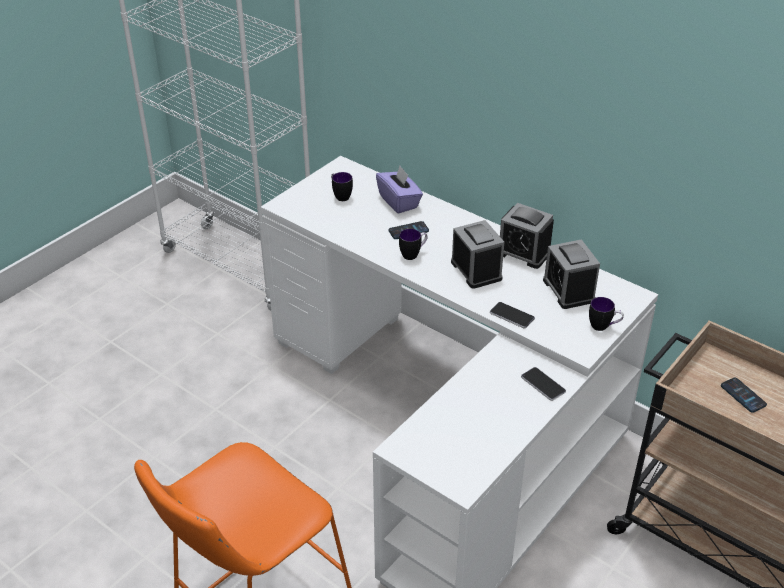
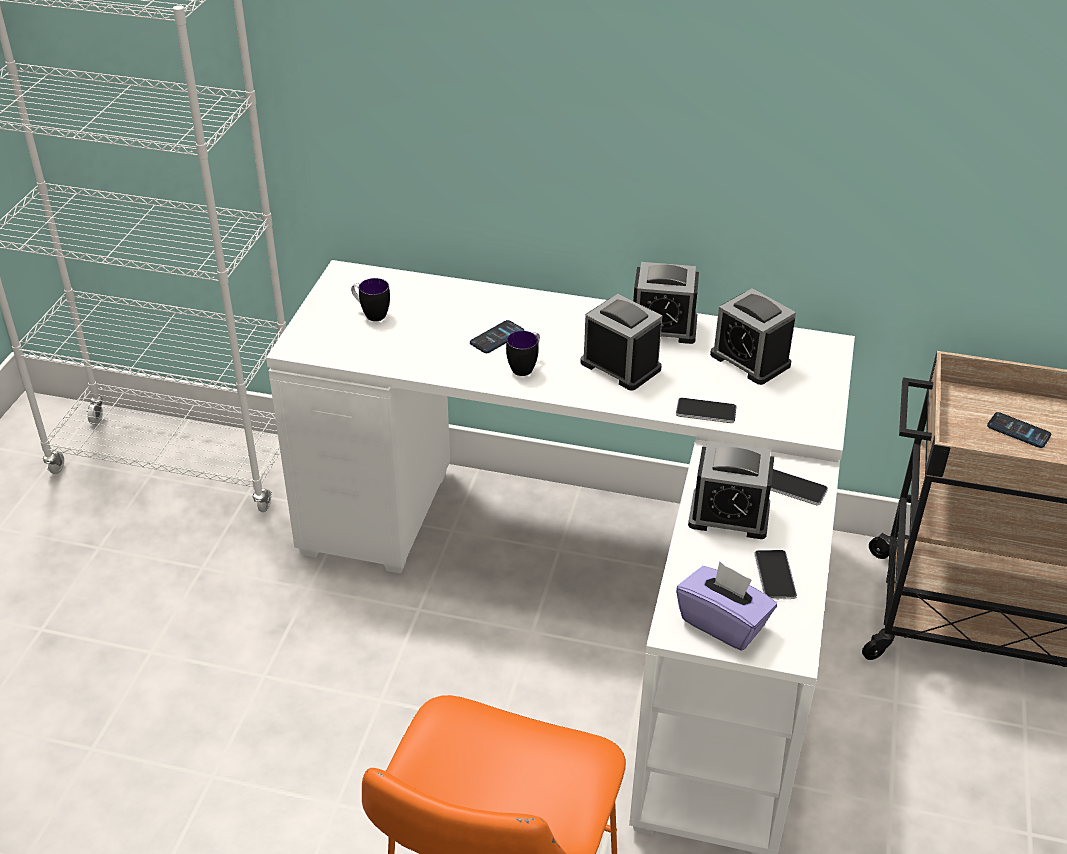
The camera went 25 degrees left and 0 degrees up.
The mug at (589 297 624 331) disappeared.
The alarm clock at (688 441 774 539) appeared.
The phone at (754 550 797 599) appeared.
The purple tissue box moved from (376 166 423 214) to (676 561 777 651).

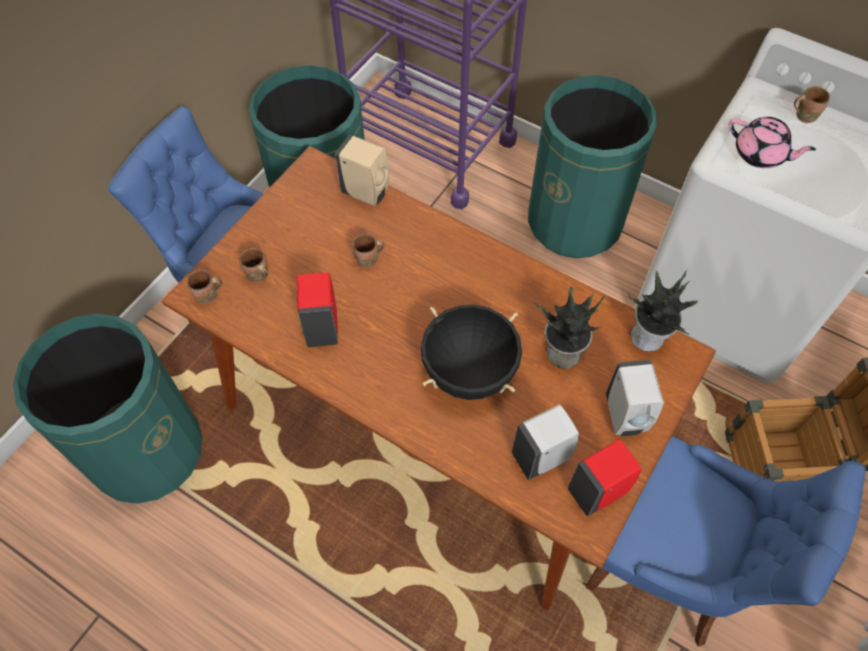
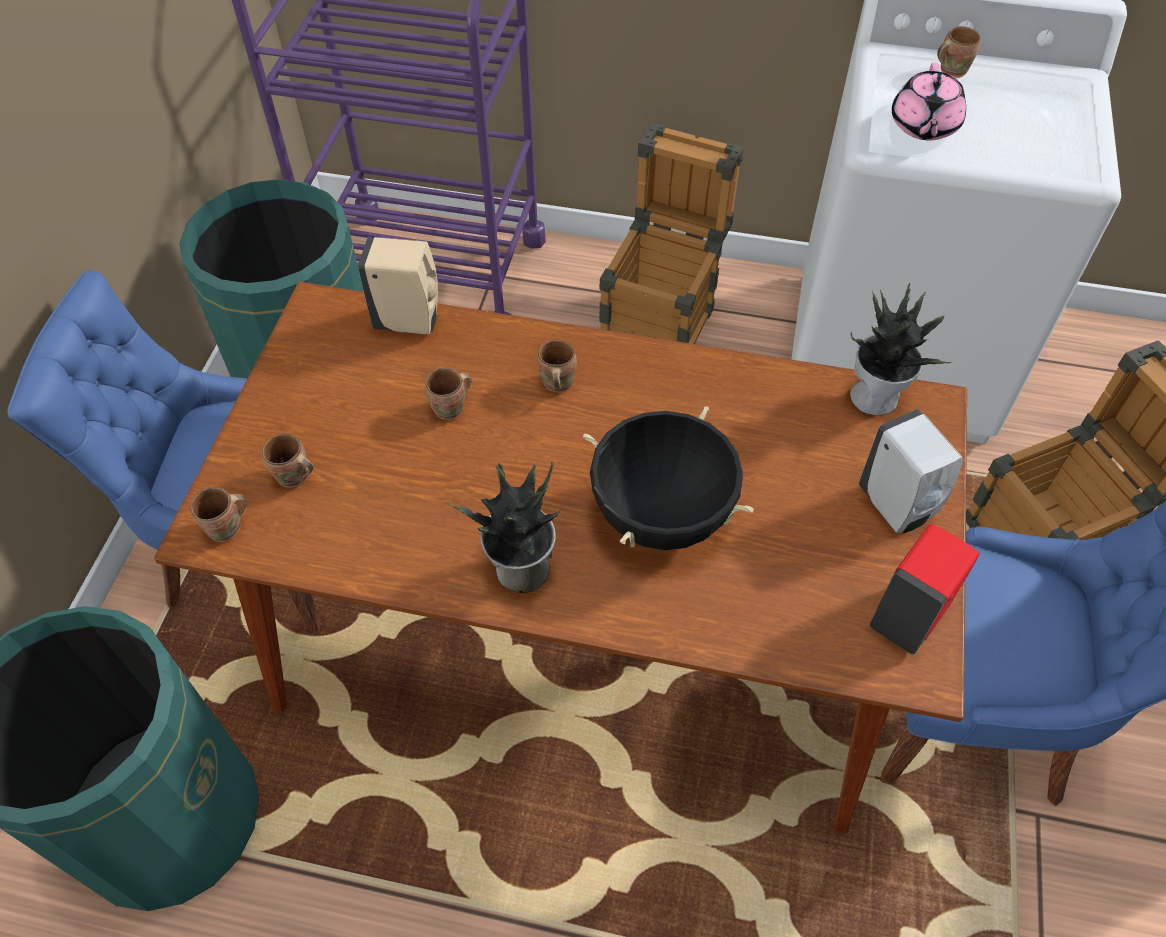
The camera went 20 degrees left and 5 degrees down.
The red soap dispenser at (297 273 338 347) disappeared.
The white soap dispenser at (512 404 579 480) disappeared.
The brown mug at (537 340 577 392) appeared.
The potted plant moved from (533 286 605 369) to (446 461 562 593).
The green trash can at (528 75 657 258) was replaced by the crate at (599 122 744 344).
The pink teapot at (728 116 816 168) turned 90 degrees clockwise.

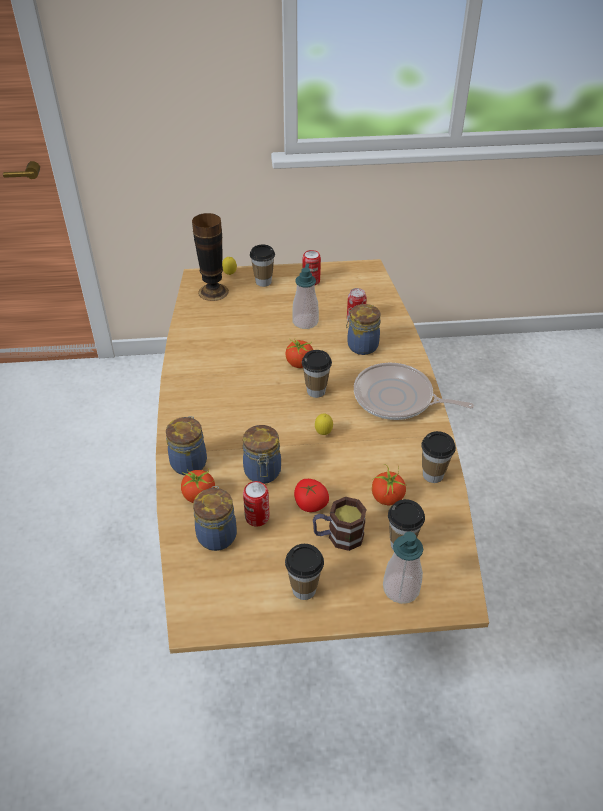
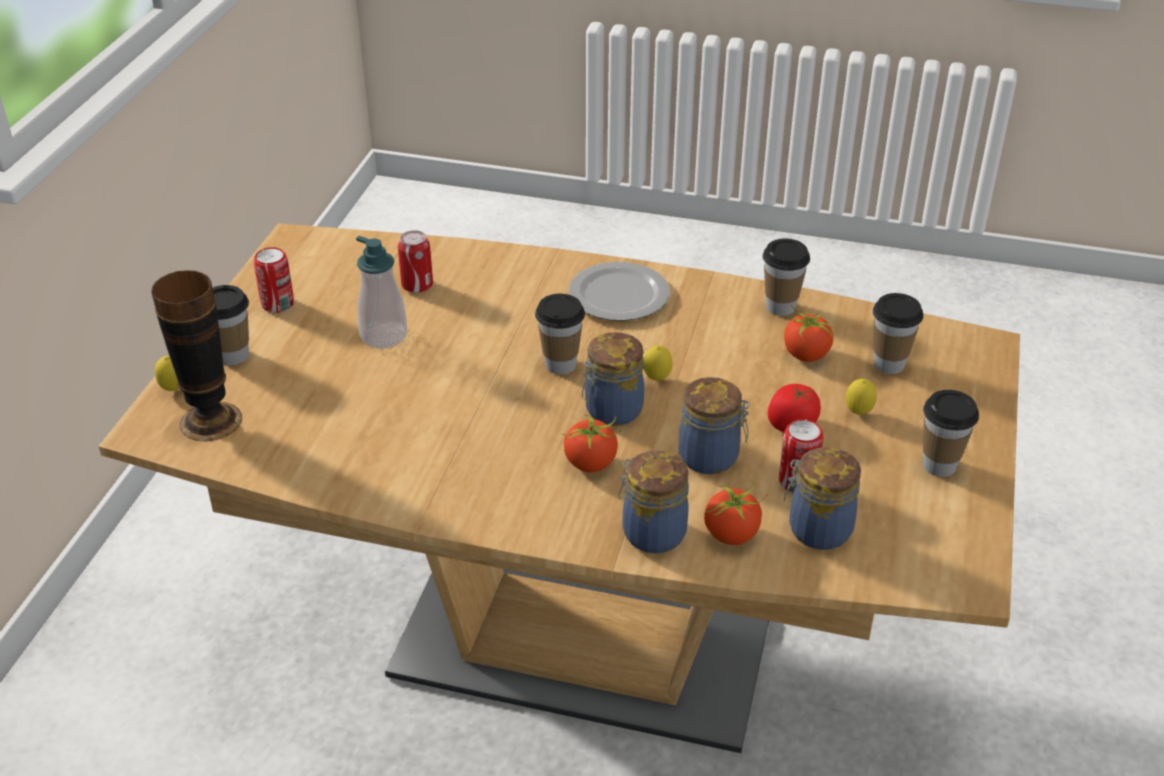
The camera went 70 degrees left and 5 degrees down.
The soap dispenser at (383 532 423 604) disappeared.
The tomato moved from (285 339 313 368) to (562 415 621 473).
The jar moved from (346 304 381 355) to (582 332 644 426).
The mug at (313 497 367 551) was replaced by the lemon at (846 379 877 415).
The frying pan at (354 363 474 420) was replaced by the plate at (569 262 670 321).

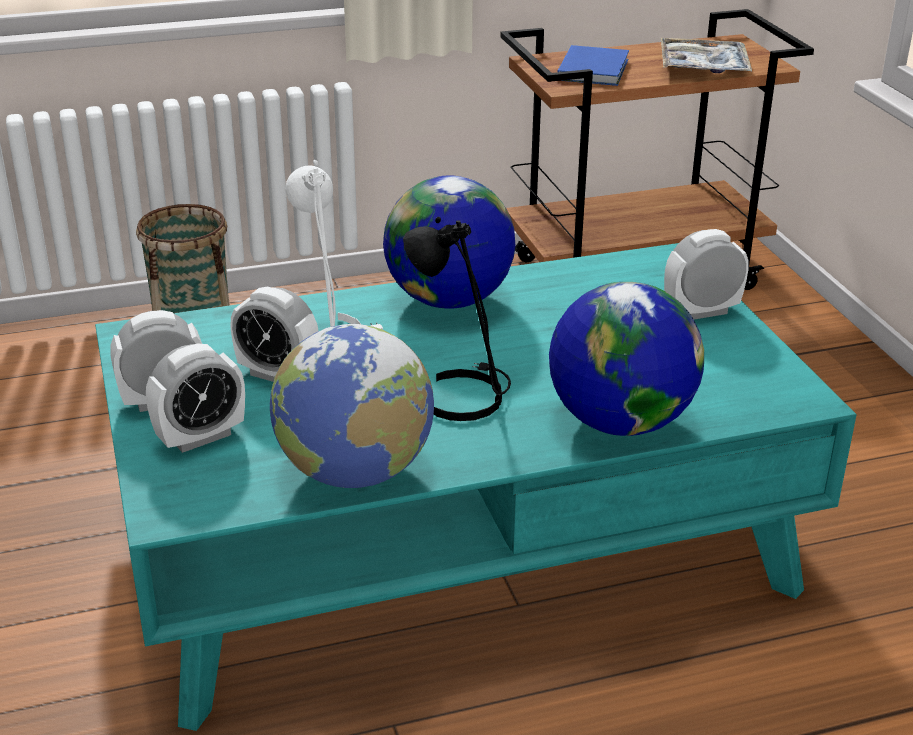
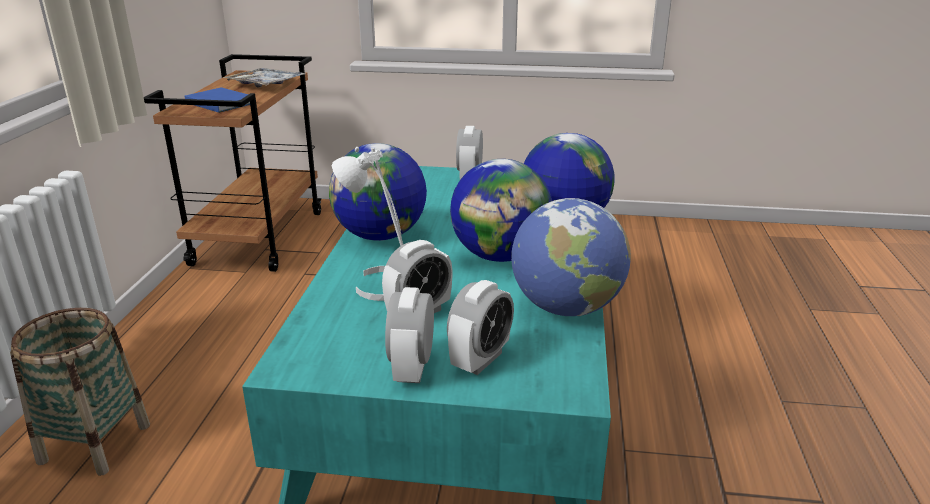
The camera went 65 degrees left and 5 degrees down.
The black table lamp at (403 217 511 421) was replaced by the globe at (450 159 552 262).
The alarm clock at (146 344 245 453) turned 45 degrees clockwise.

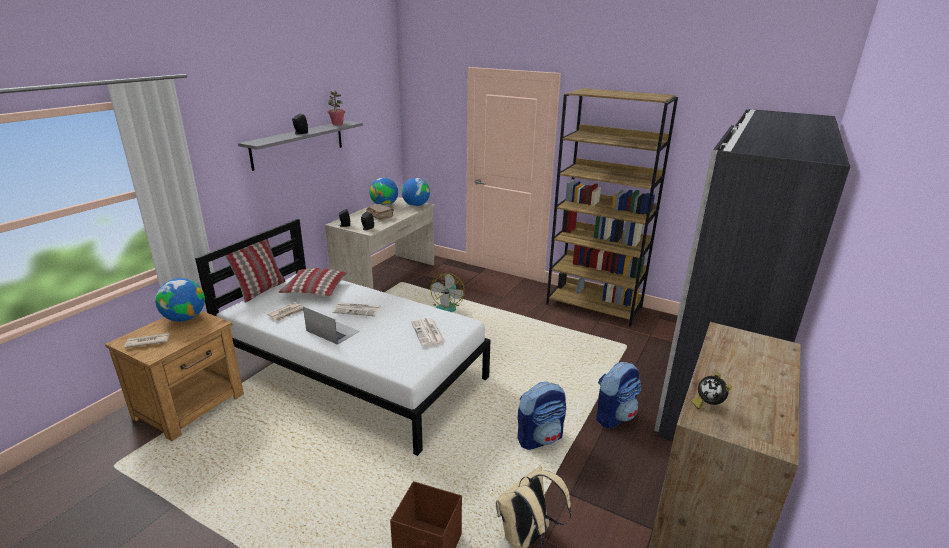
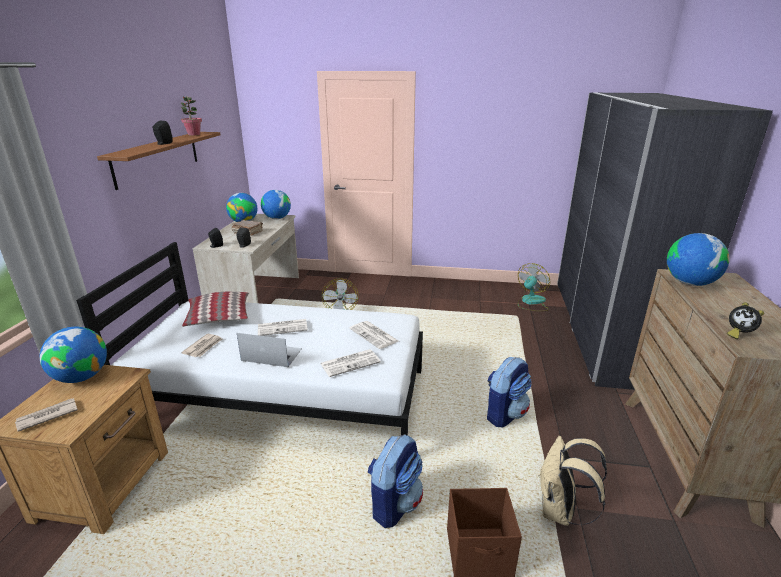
The camera went 20 degrees left and 0 degrees up.
The pillow at (225 239 286 303) disappeared.
The brown bookcase at (546 88 678 327) disappeared.
The newspaper at (320 349 381 377) appeared.
The fan at (518 263 550 311) appeared.
The globe at (667 233 730 286) appeared.
The backpack moved from (596 362 641 429) to (367 434 423 528).
The grey shelf at (238 121 363 171) became the brown shelf at (97 132 221 190).

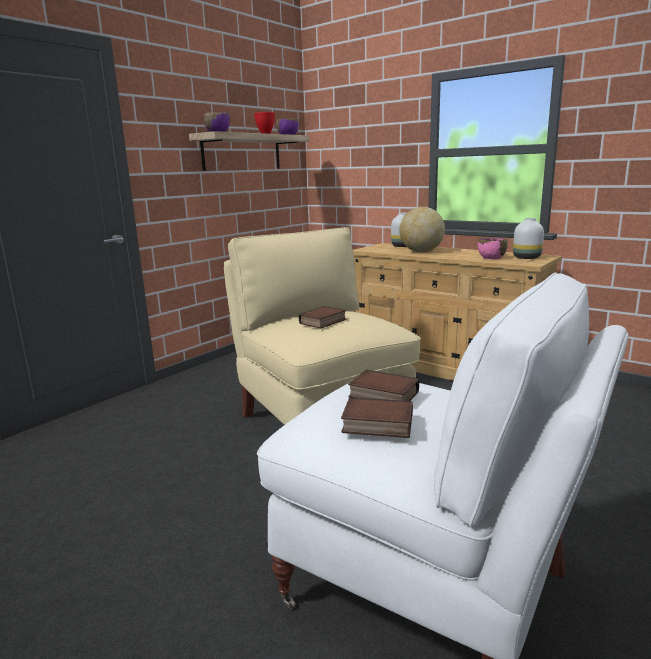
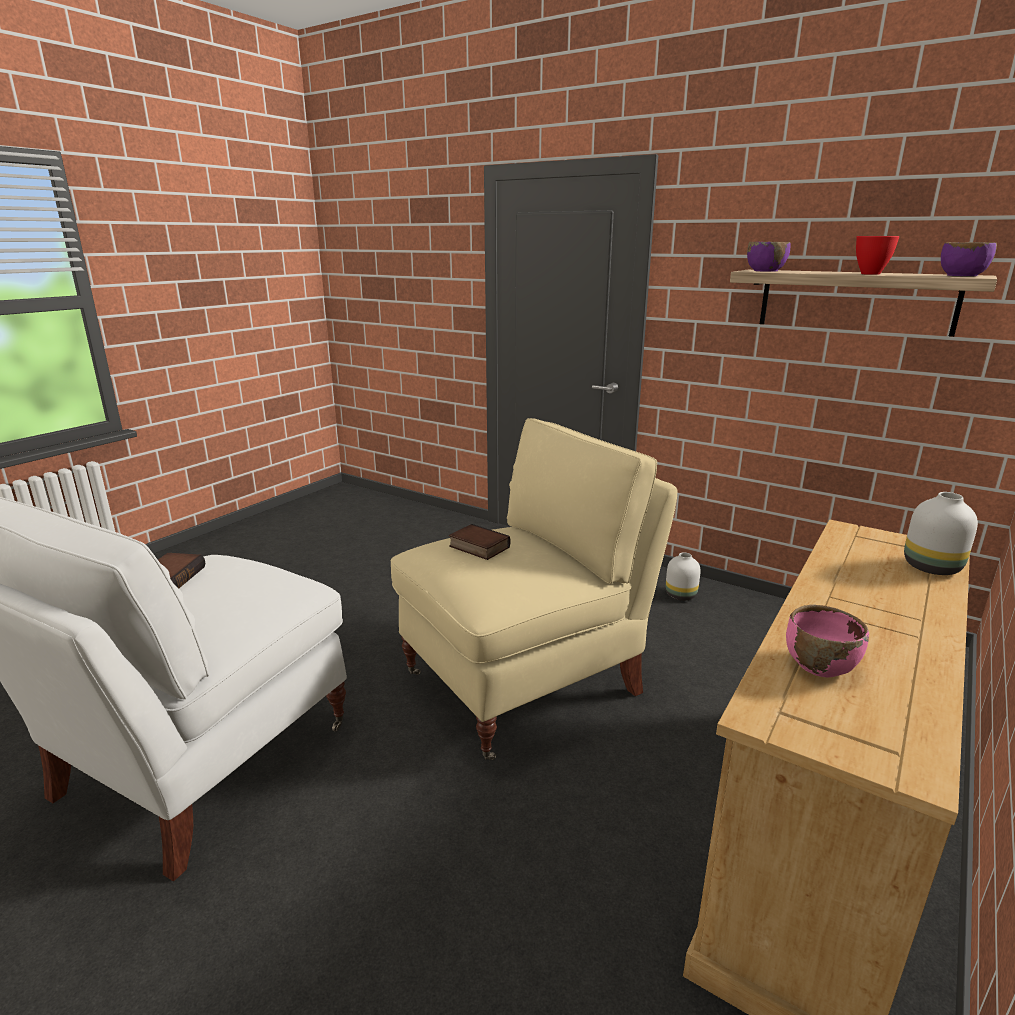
The camera went 85 degrees right and 5 degrees up.
The book at (348 370 419 401) disappeared.
The globe at (399 207 445 252) disappeared.
The white vase moved from (513 218 544 259) to (666 552 701 601).

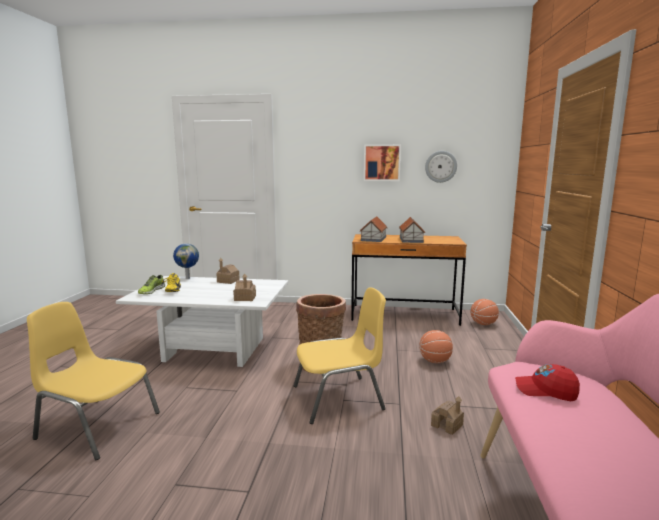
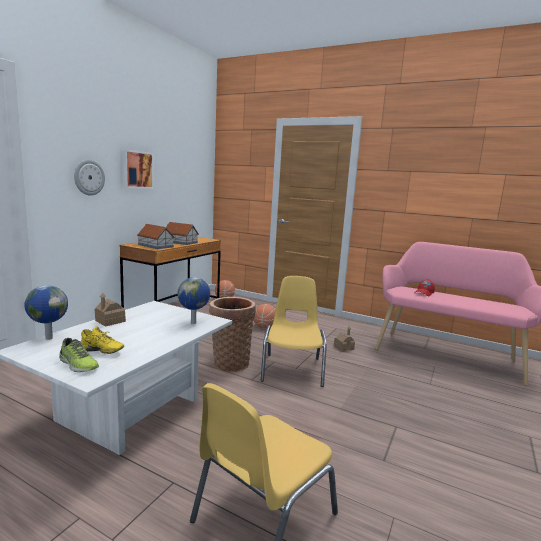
The camera went 70 degrees left and 0 degrees up.
The wall clock moved from (425 151 457 183) to (74 159 105 196).
The toy house at (233 274 256 301) was replaced by the globe at (177 277 210 324).

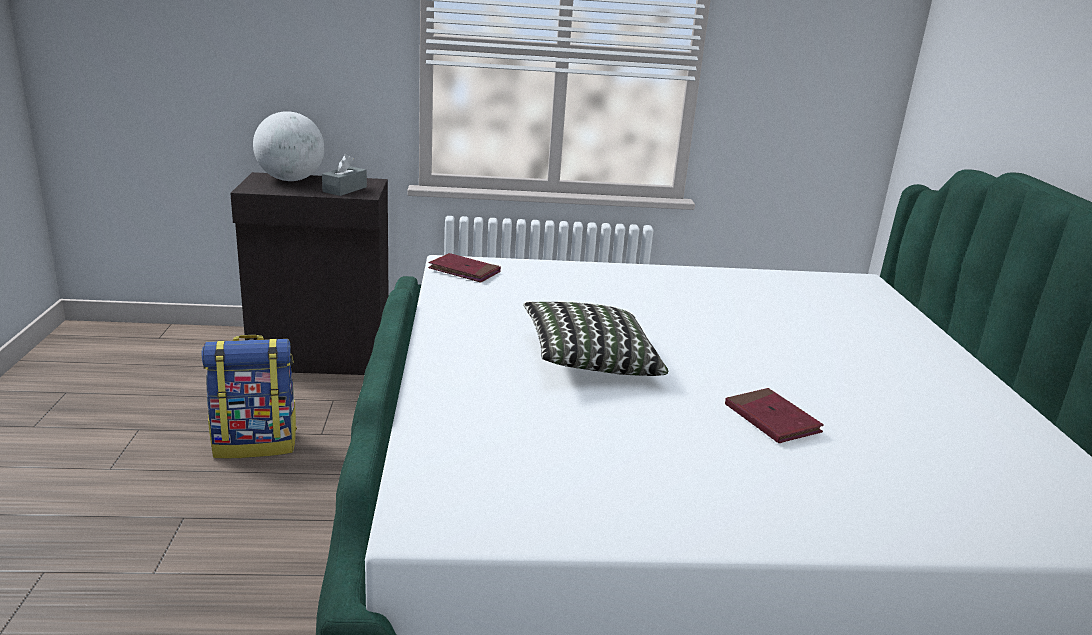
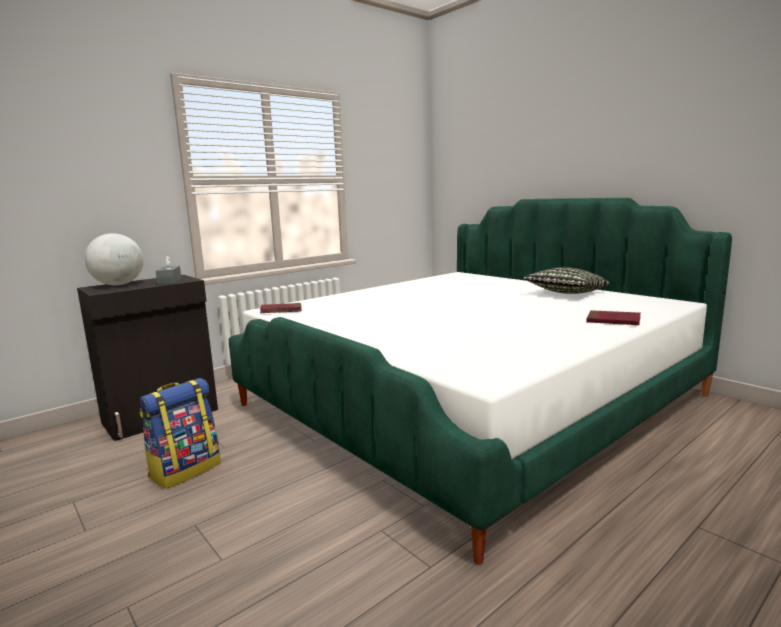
The camera went 35 degrees left and 10 degrees down.
The pillow moved from (523 302 668 376) to (524 267 609 294).
The red book moved from (725 388 824 443) to (586 310 641 325).

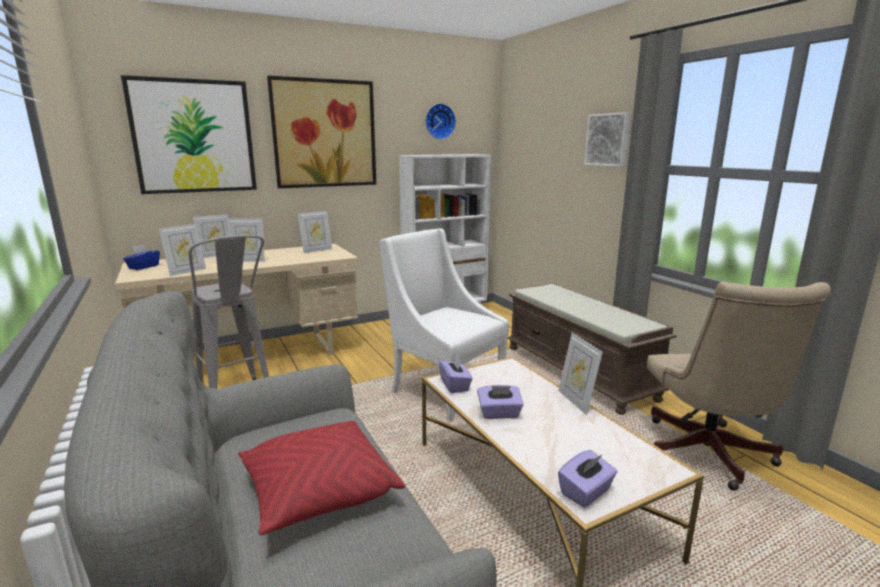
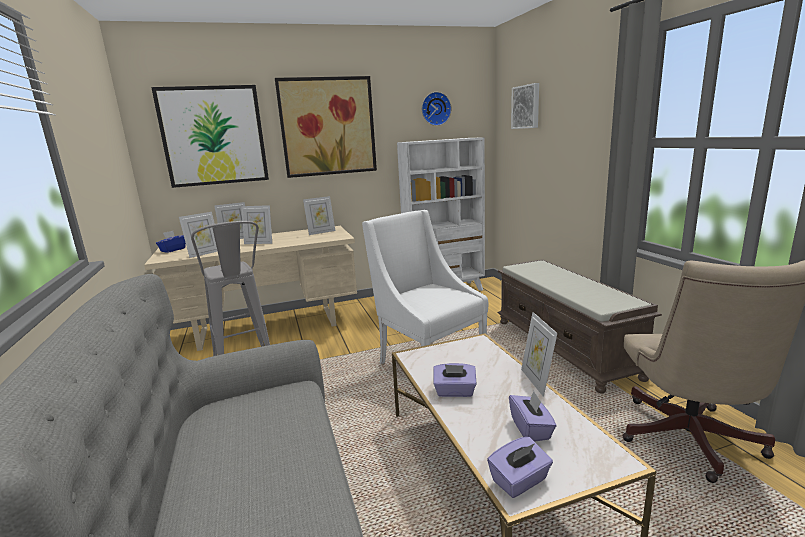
The camera went 10 degrees right and 0 degrees up.
The red pillow at (238 421 405 535) disappeared.
The purple tissue box moved from (439 355 473 393) to (509 391 556 442).
The picture moved from (584 112 631 167) to (511 83 539 129).

